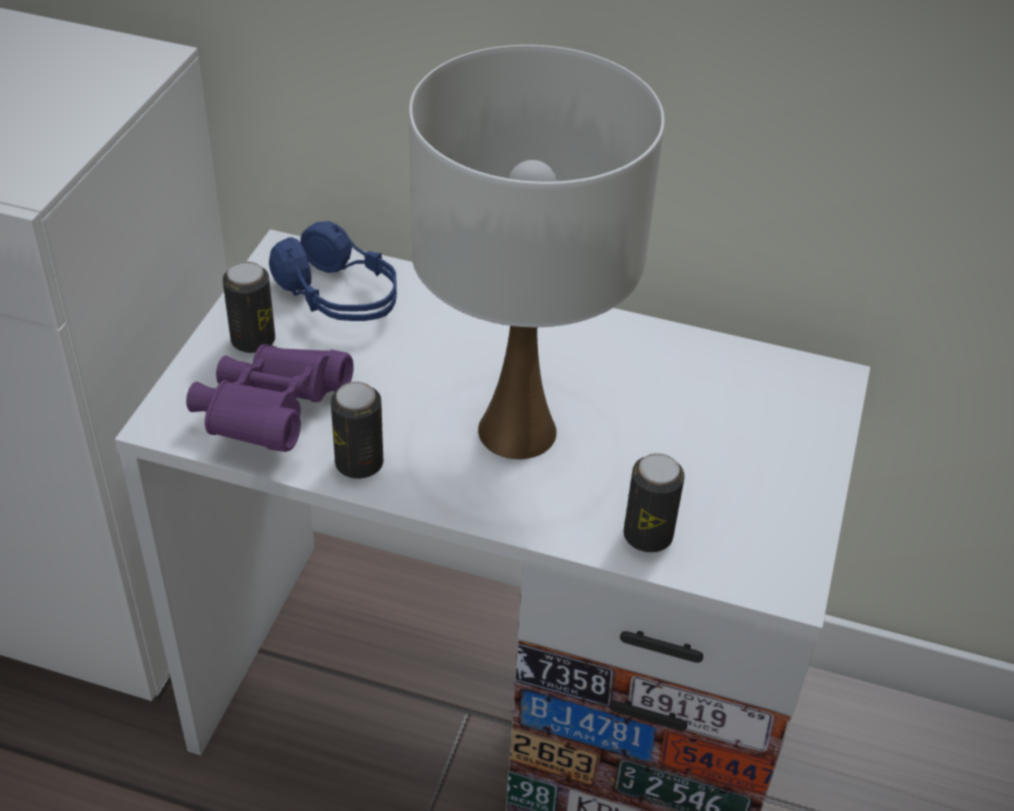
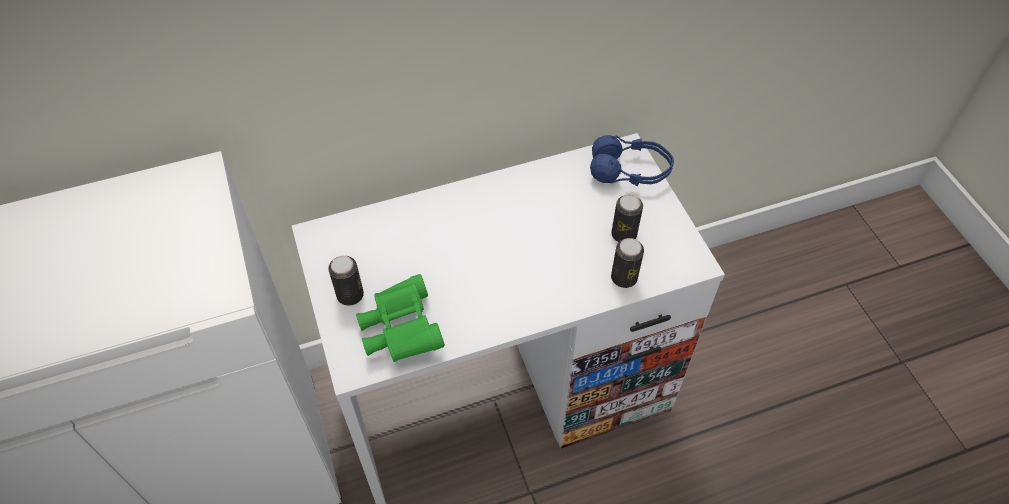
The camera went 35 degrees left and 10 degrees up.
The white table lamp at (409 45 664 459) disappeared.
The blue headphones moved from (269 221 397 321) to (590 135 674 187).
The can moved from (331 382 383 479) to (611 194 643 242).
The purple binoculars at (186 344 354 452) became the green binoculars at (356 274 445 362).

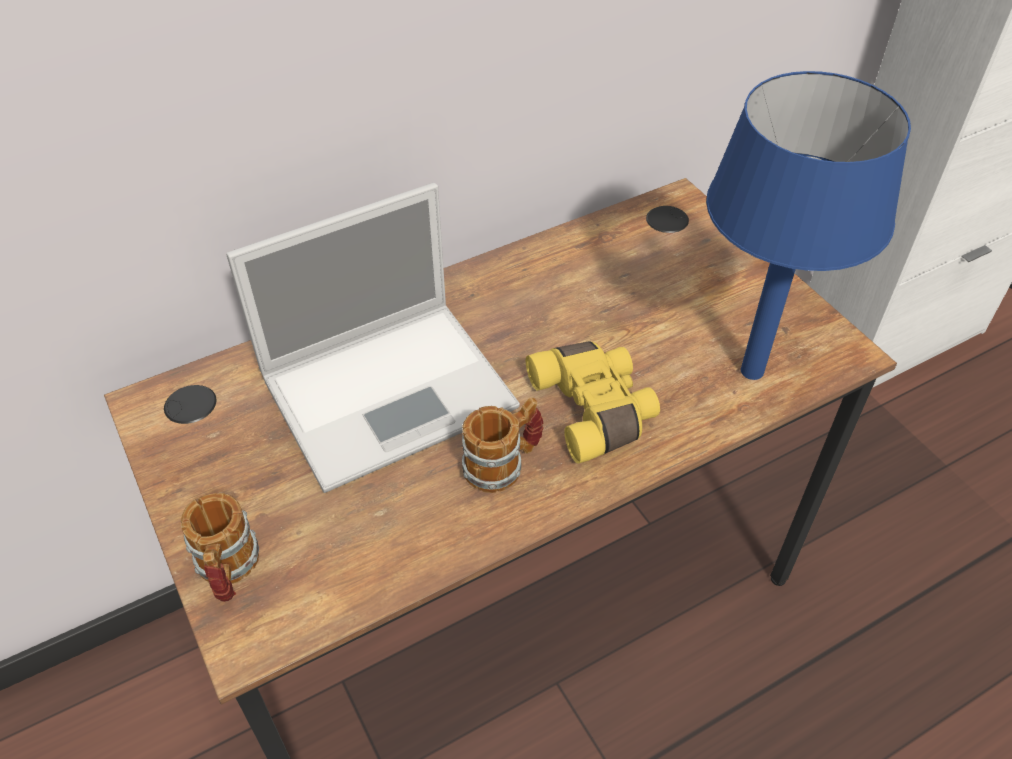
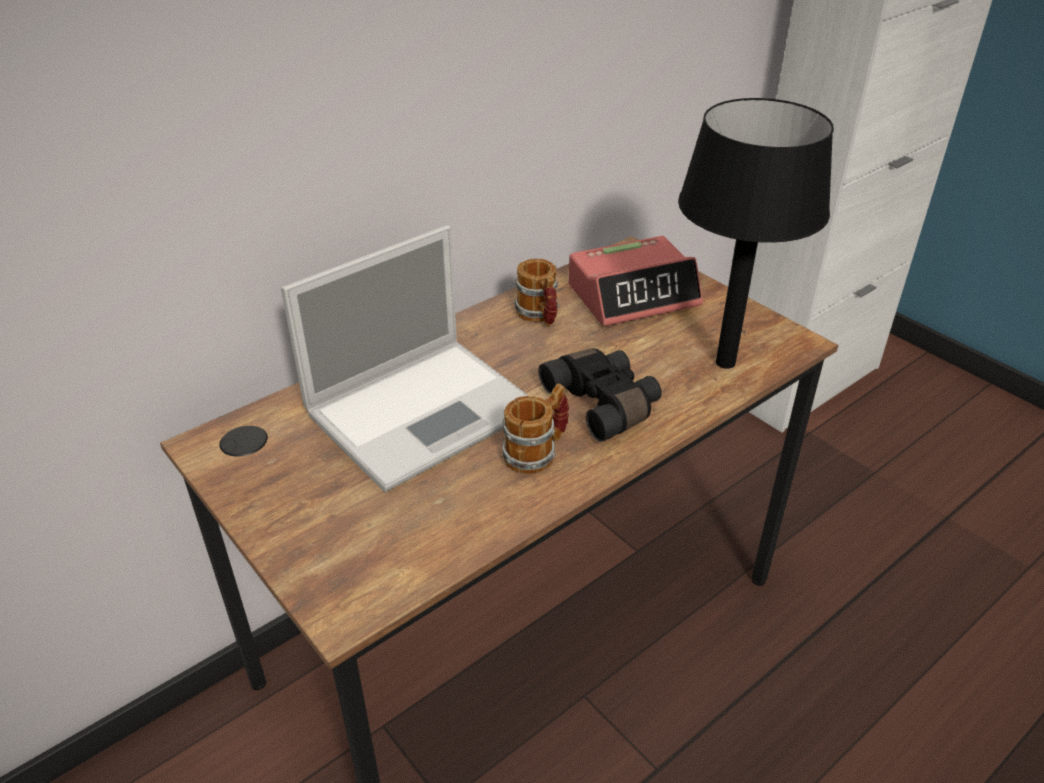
The camera went 10 degrees left and 10 degrees down.
The alarm clock at (568 236 703 326) appeared.
The mug moved from (181 493 259 602) to (514 259 559 327).
The yellow binoculars at (526 341 660 464) became the black binoculars at (538 348 662 442).
The blue table lamp at (706 71 911 380) became the black table lamp at (678 98 834 369).

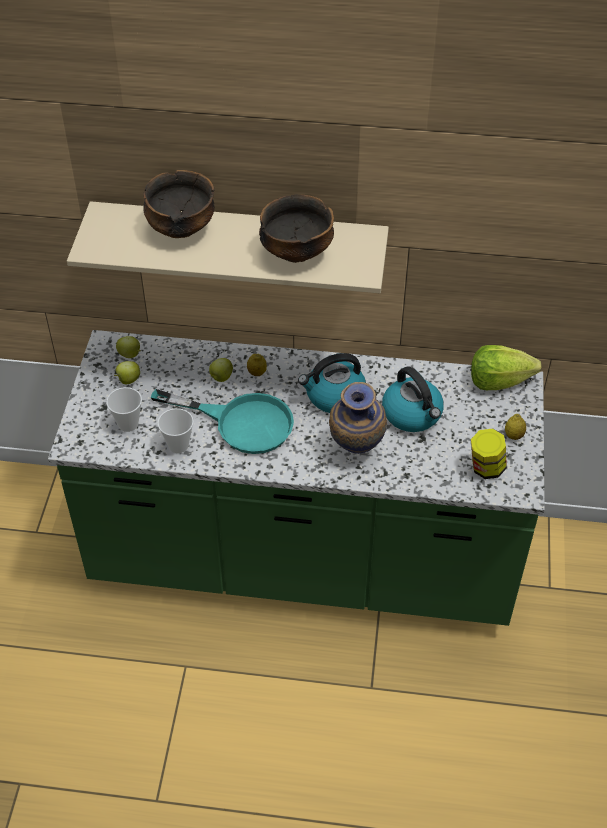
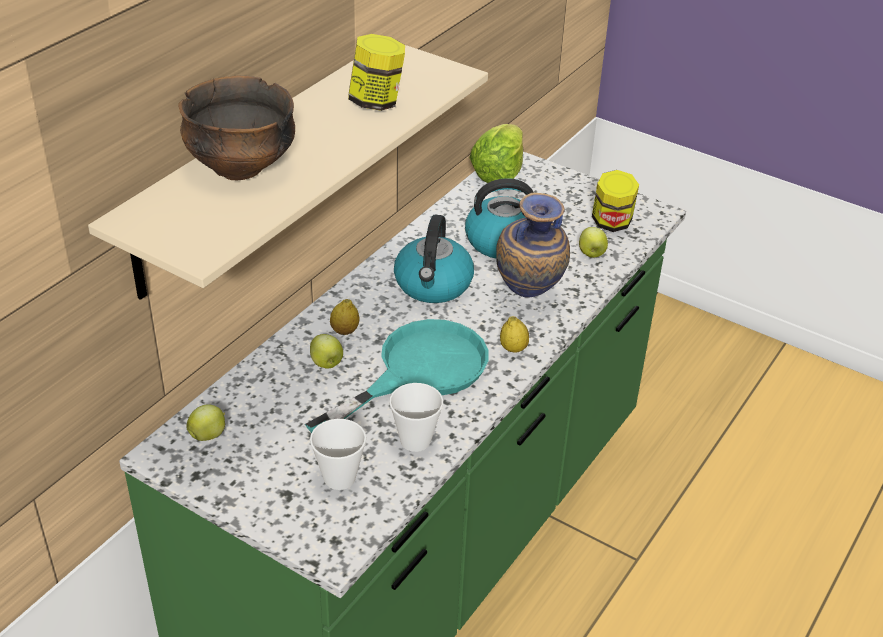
The camera went 65 degrees left and 10 degrees down.
The apple moved from (114 361 140 384) to (579 227 608 258).
The lemon moved from (505 414 526 440) to (500 316 529 353).
The bowl at (259 194 334 263) was replaced by the jar at (348 34 405 111).

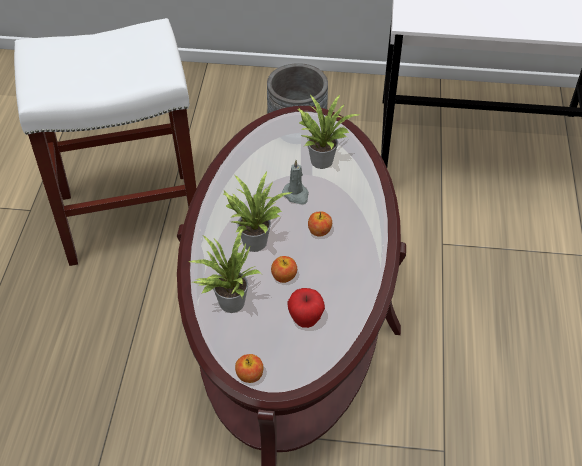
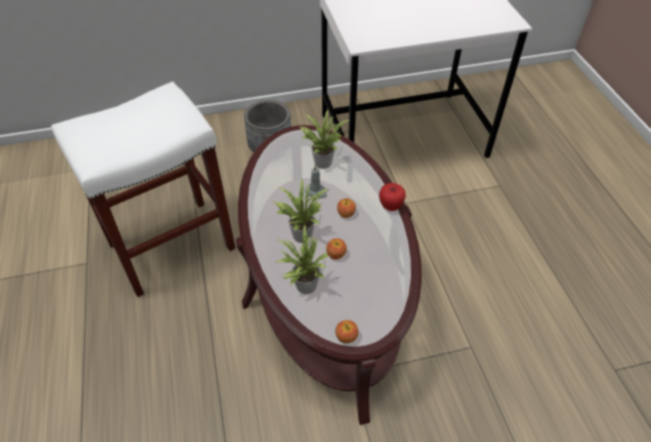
The camera went 20 degrees left and 0 degrees up.
The apple moved from (287 288 325 328) to (379 183 406 211).

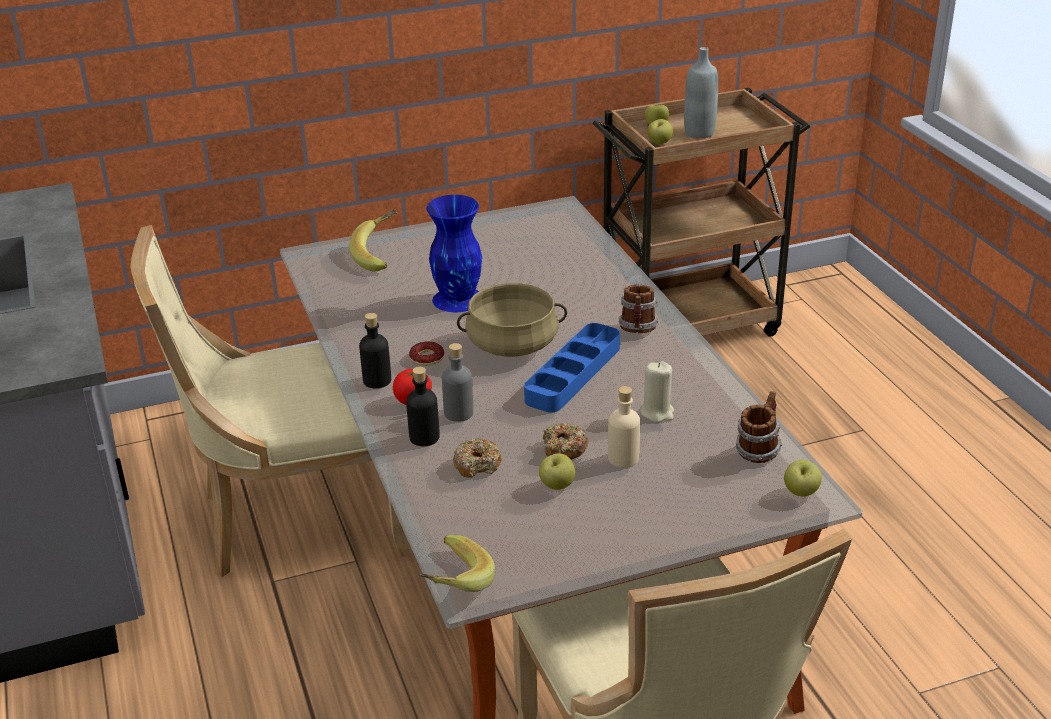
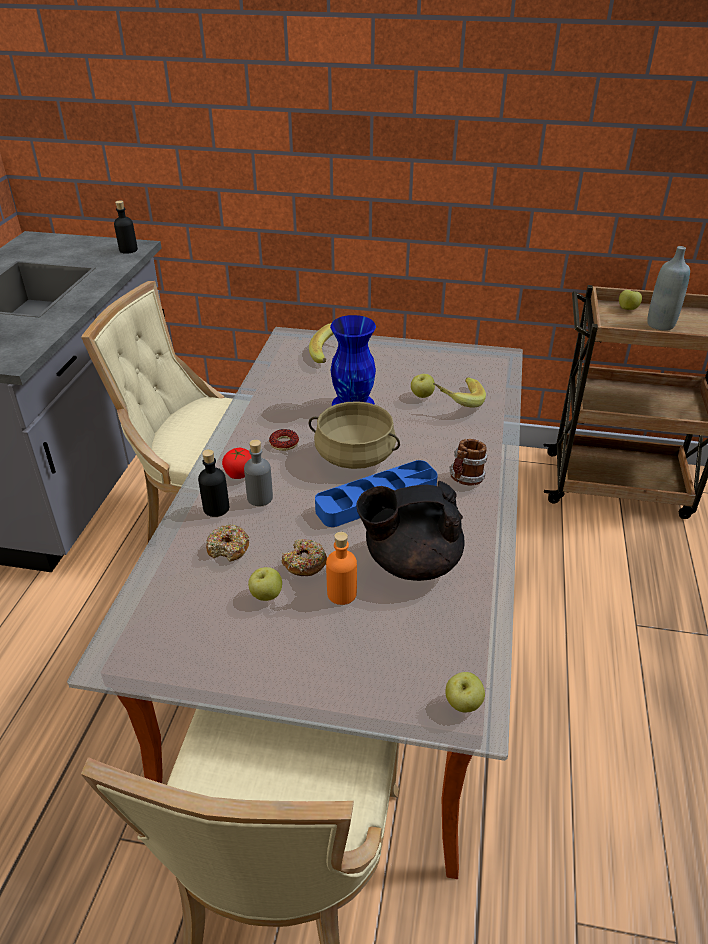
The camera went 30 degrees right and 5 degrees up.
The mug at (735 391 782 463) disappeared.
The black bottle moved from (359 313 391 388) to (114 201 138 254).
The banana moved from (419 535 495 592) to (433 377 486 408).
The apple moved from (648 119 673 144) to (411 374 435 398).
The beige candle at (641 361 674 422) was replaced by the black teapot at (356 481 464 581).
The beige bottle at (608 386 640 468) became the orange bottle at (326 532 357 605).

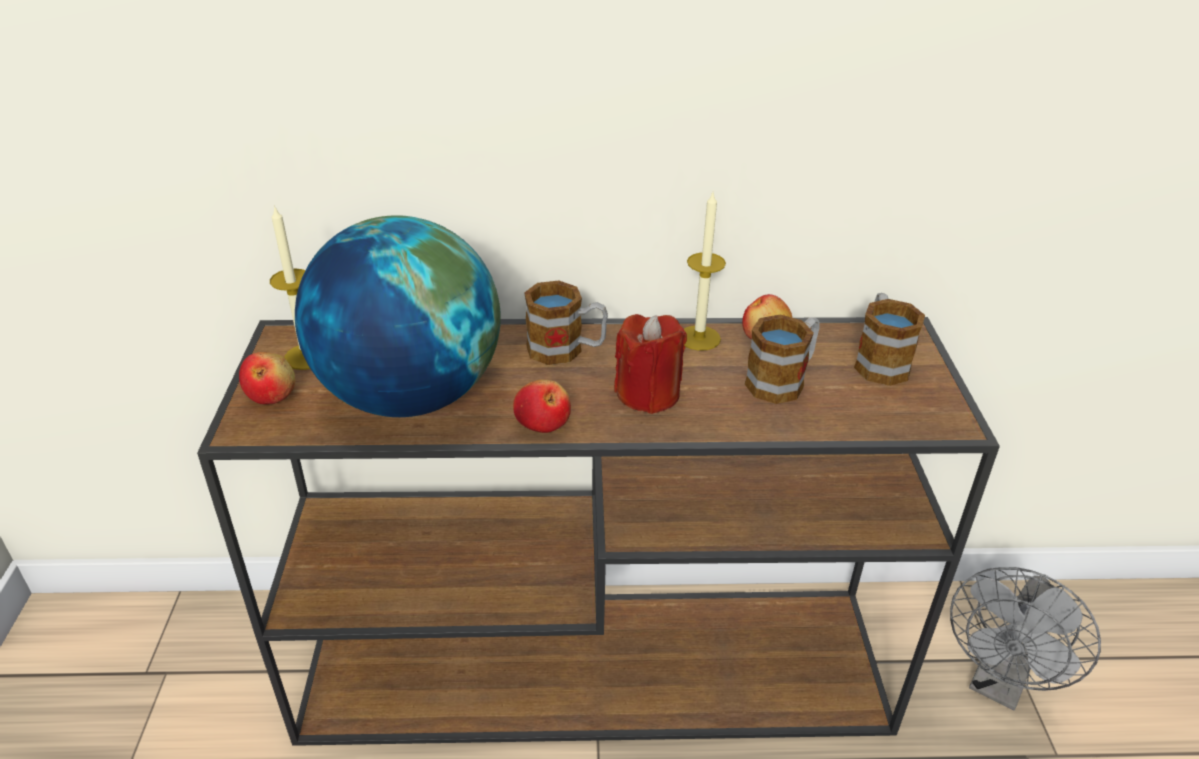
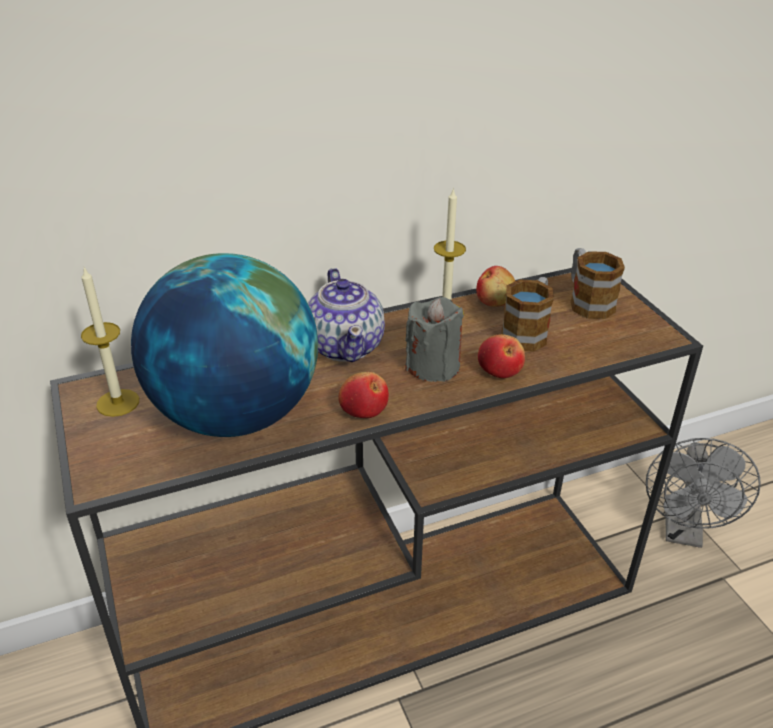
The camera went 20 degrees left and 0 degrees up.
The apple moved from (239 352 295 404) to (478 334 525 378).
The mug at (524 281 608 365) was replaced by the teapot at (308 268 385 362).
The red candle at (614 314 687 414) became the grey candle at (405 297 464 382).

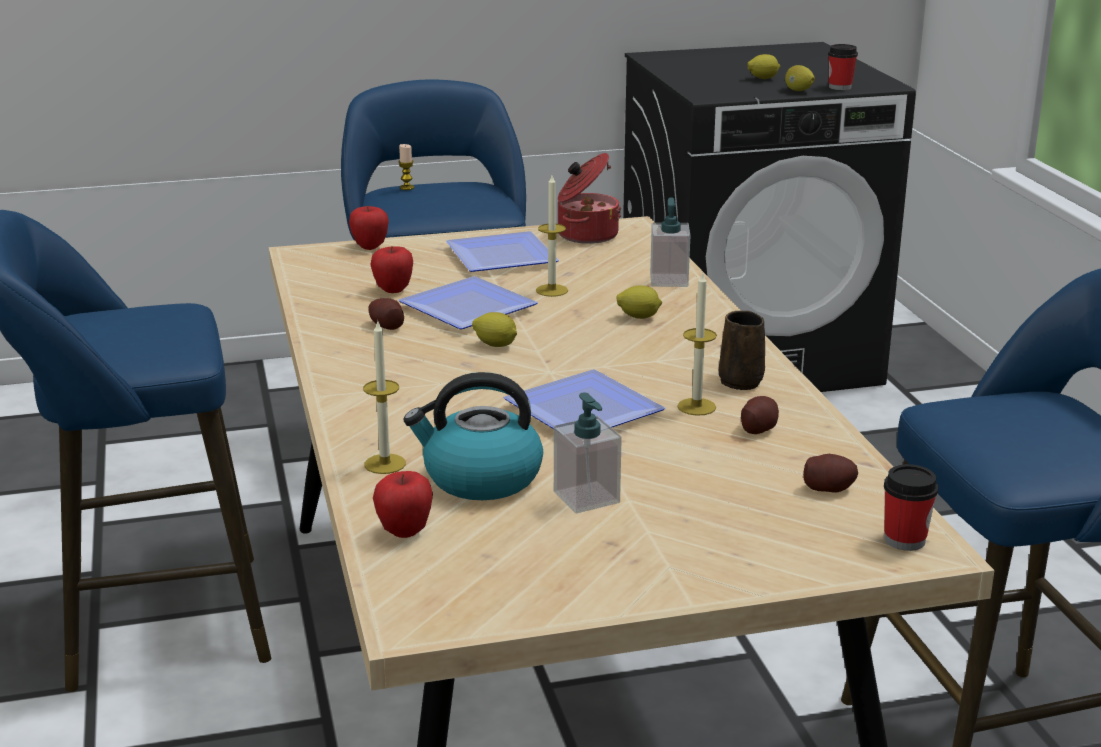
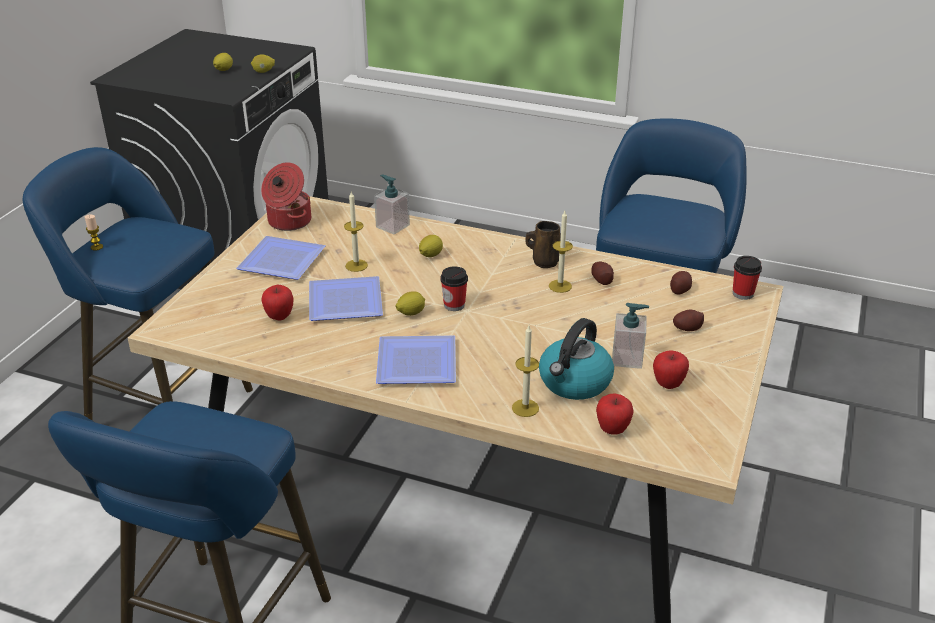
The camera went 55 degrees left and 10 degrees up.
The apple moved from (349 206 389 250) to (653 350 689 389).
The potato moved from (368 298 404 330) to (673 309 704 331).
The plate moved from (504 369 665 429) to (376 336 456 384).
The cup moved from (828 44 858 90) to (440 266 468 311).

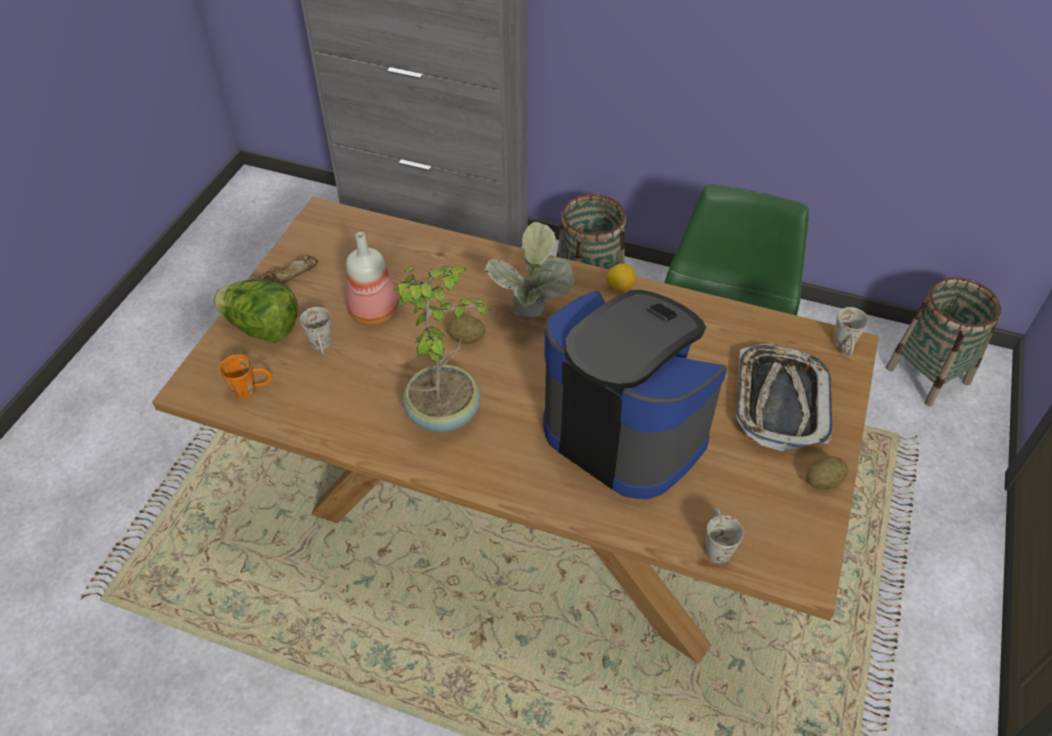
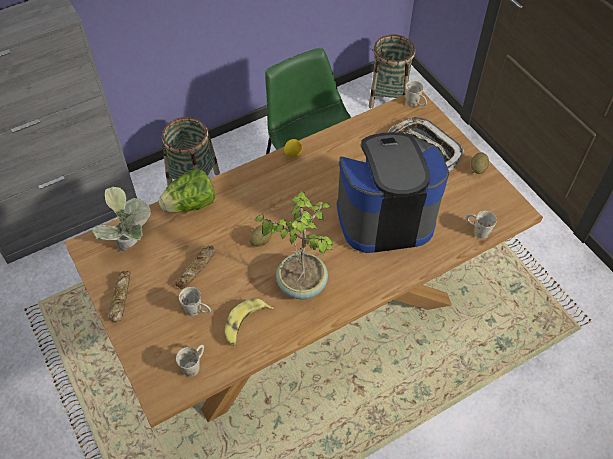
The camera went 50 degrees left and 5 degrees up.
The banana at (224 298 274 346) appeared.
The lettuce moved from (214 280 298 343) to (158 169 215 212).
The potted plant moved from (484 222 574 317) to (92 186 151 251).
The bottle at (346 232 398 326) was replaced by the bread at (175 245 215 289).
The orange mug at (220 354 272 399) became the white mug at (176 345 204 377).

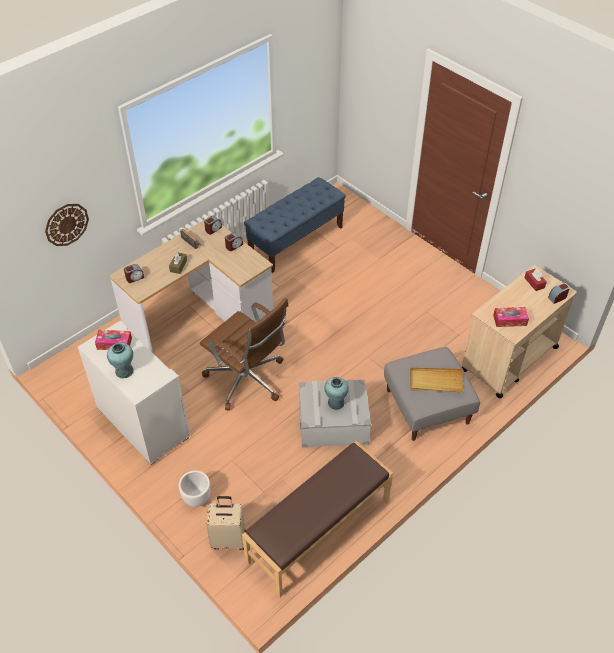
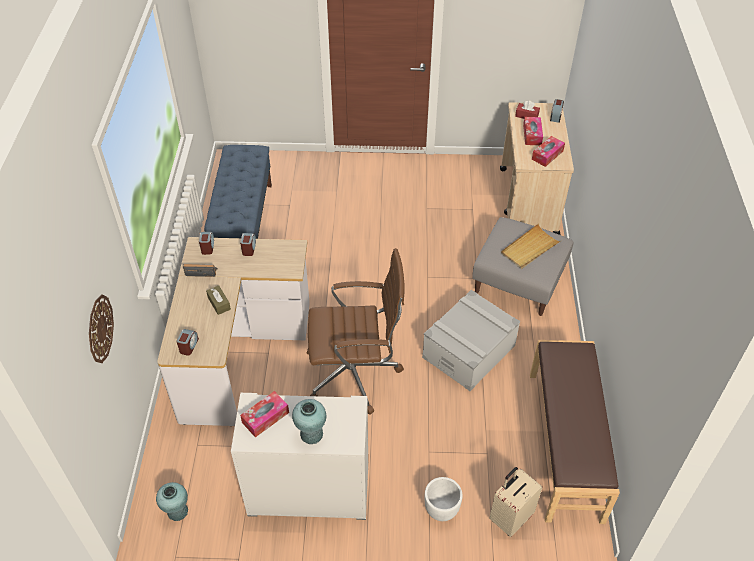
The camera went 45 degrees left and 0 degrees up.
The tissue box at (523 117 543 145) appeared.
The turquoise vase moved from (324 377 349 410) to (156 482 188 521).

